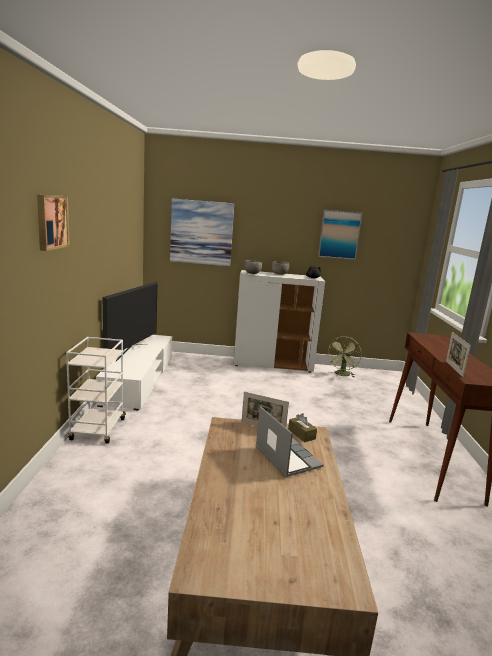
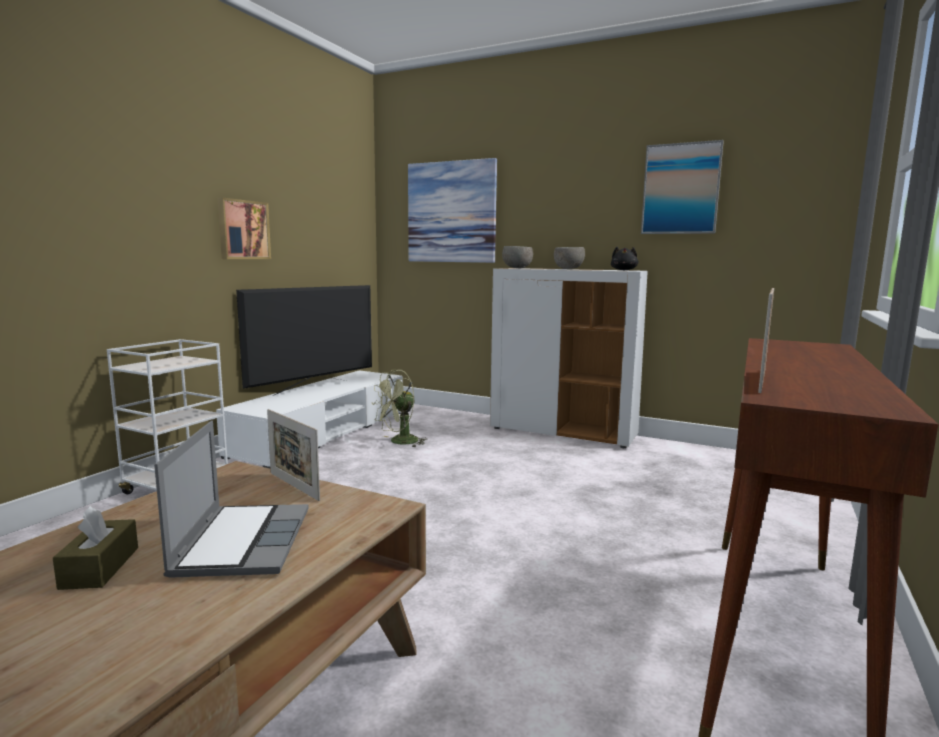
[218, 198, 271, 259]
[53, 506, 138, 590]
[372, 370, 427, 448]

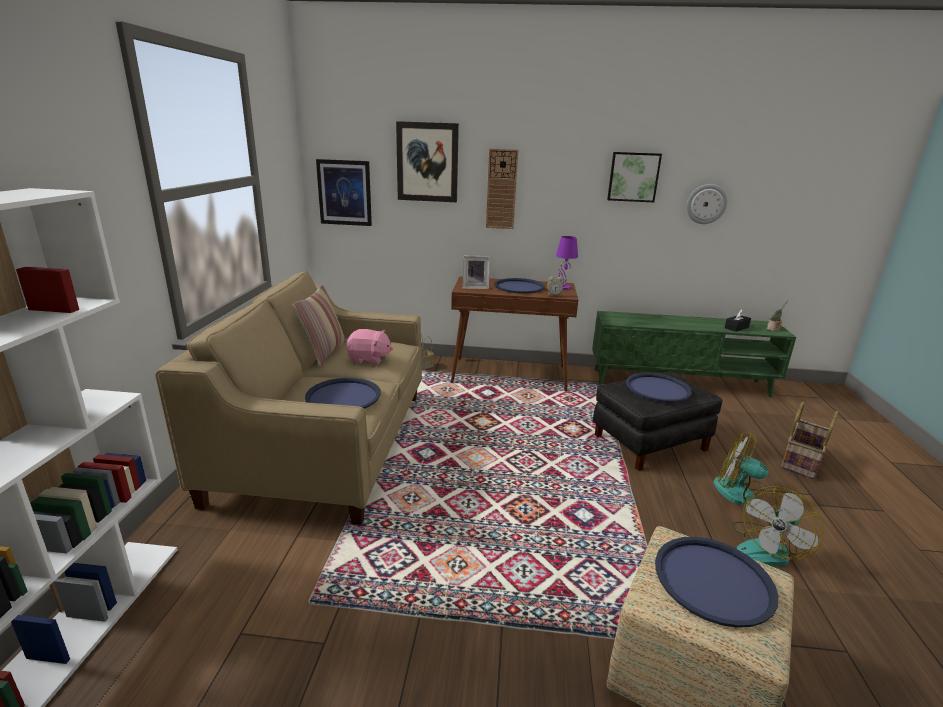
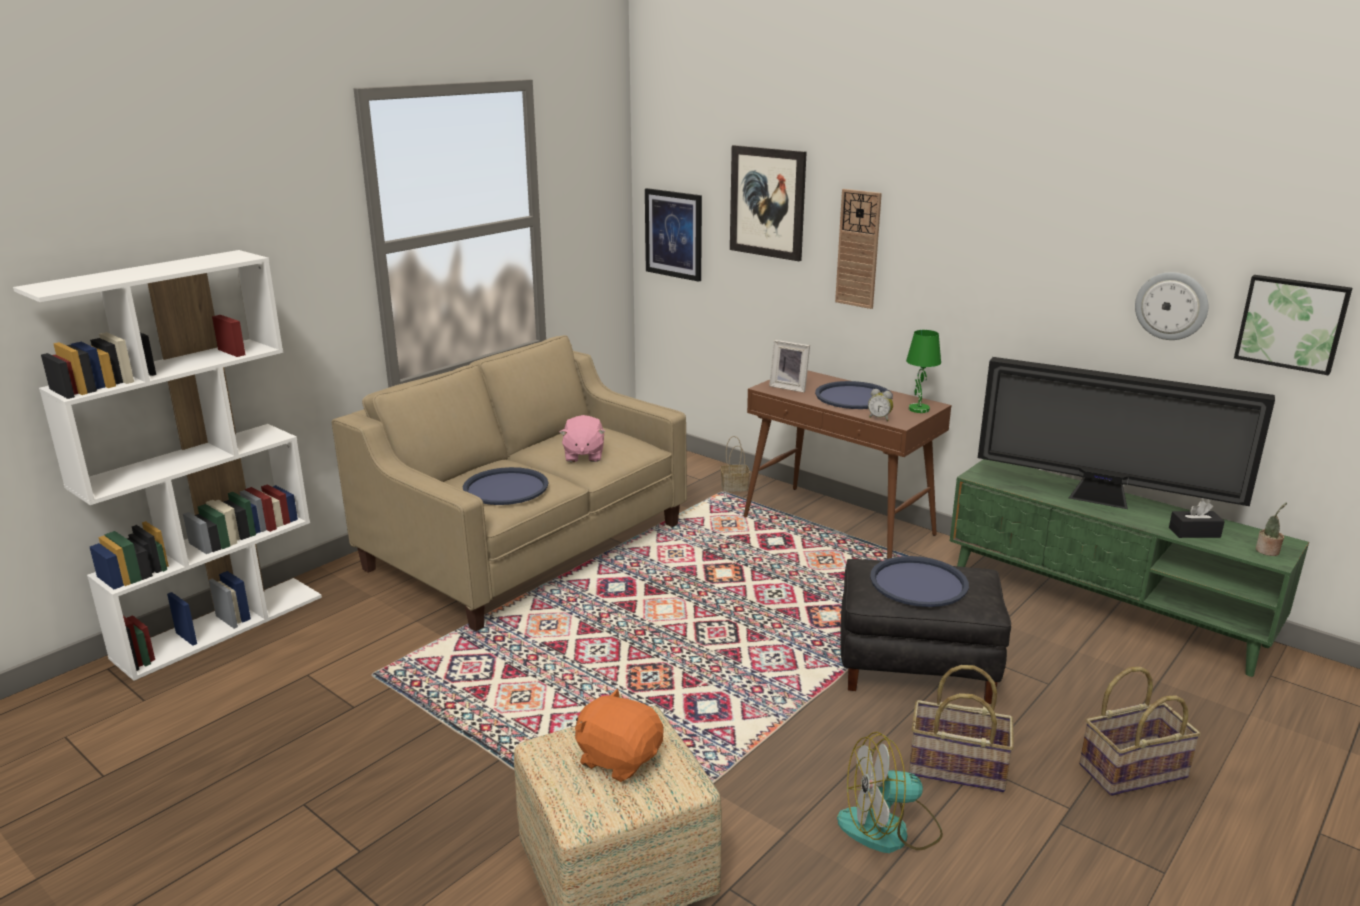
[292, 285, 346, 366] (first image)
[978, 357, 1275, 509]
[1234, 275, 1352, 375]
[575, 688, 664, 782]
[909, 665, 1014, 792]
[906, 330, 941, 413]
[559, 415, 605, 462]

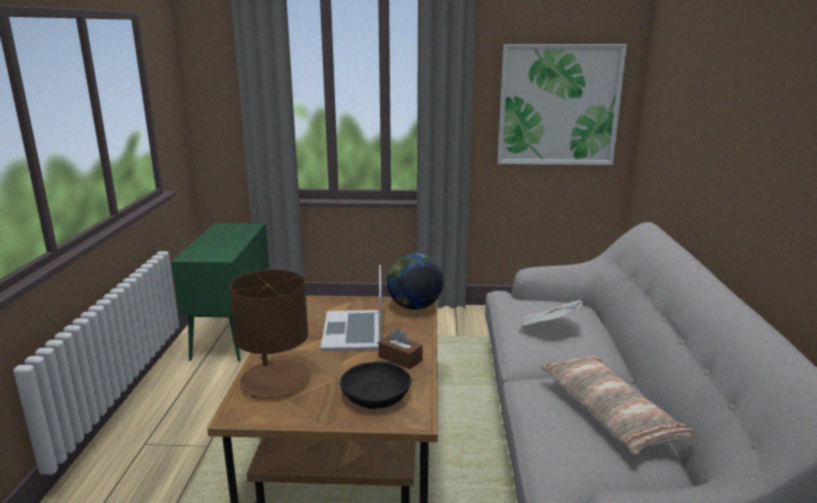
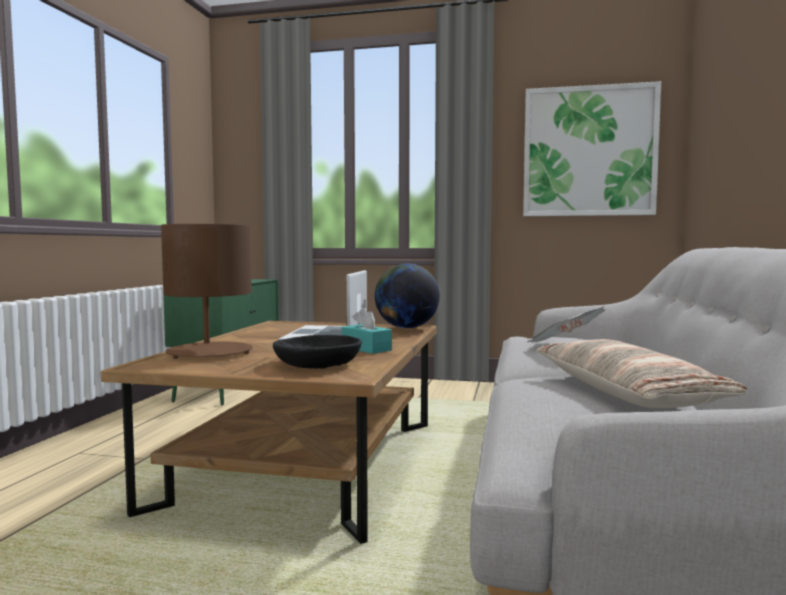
[341, 307, 392, 354]

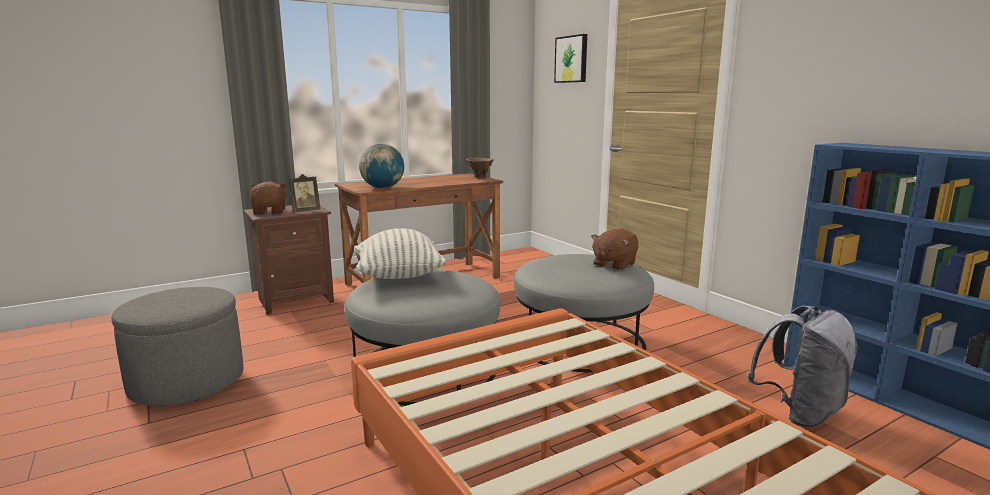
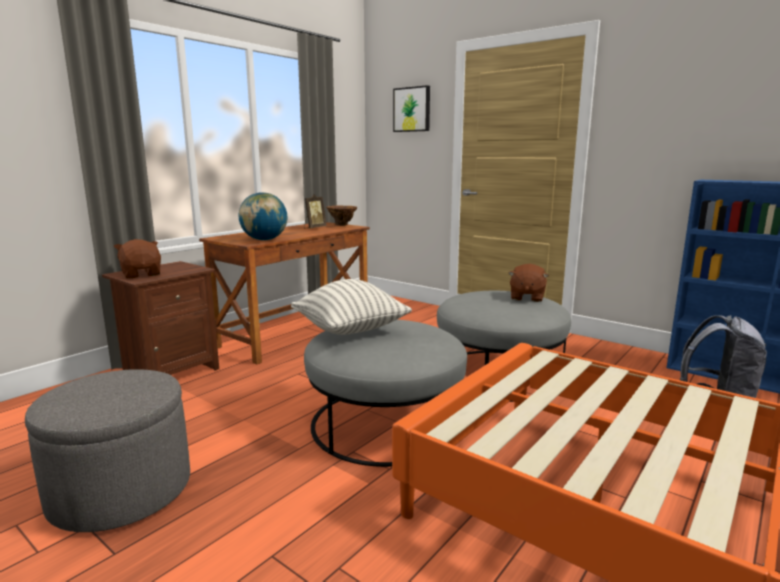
[304, 194, 327, 229]

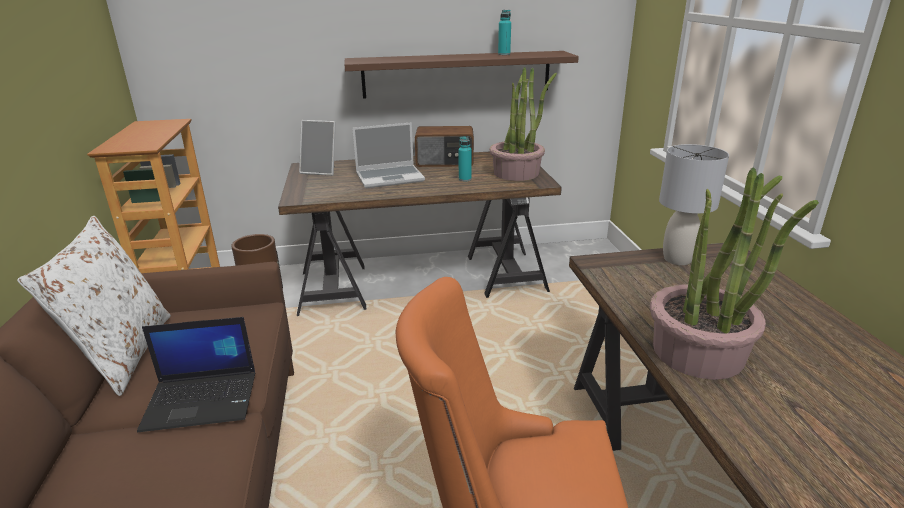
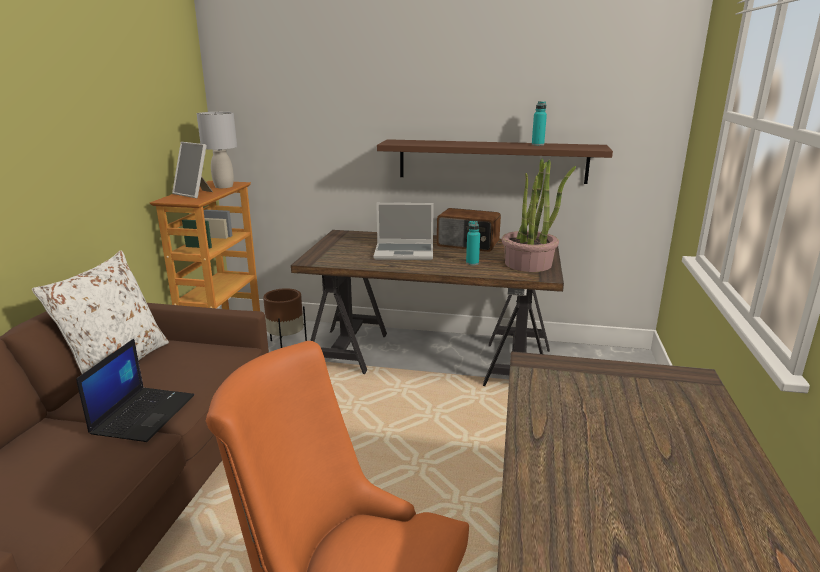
[650, 167, 819, 380] (first image)
[172, 142, 213, 198]
[197, 112, 237, 188]
[76, 339, 194, 442]

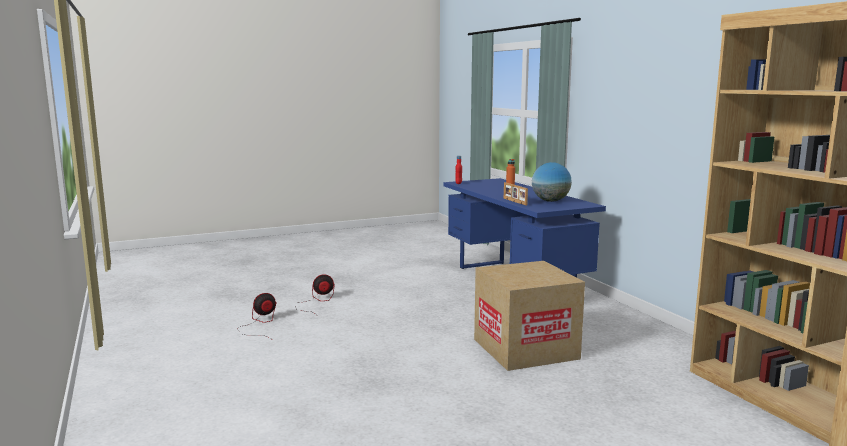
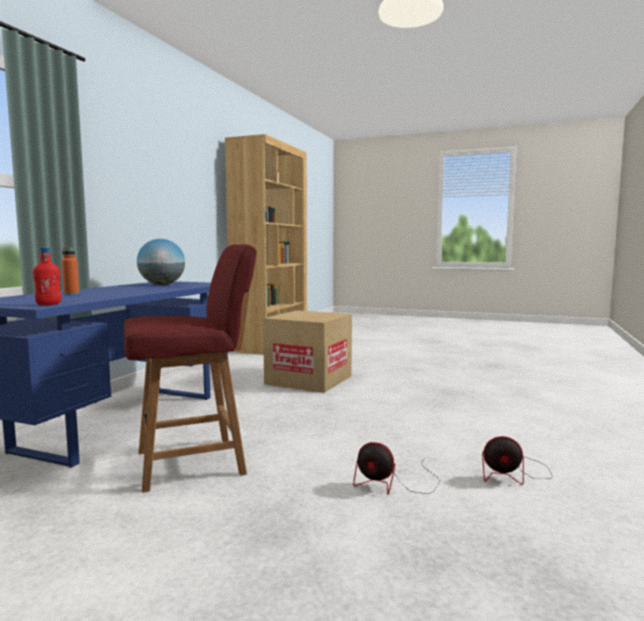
[504, 182, 528, 206] (first image)
[124, 244, 256, 492]

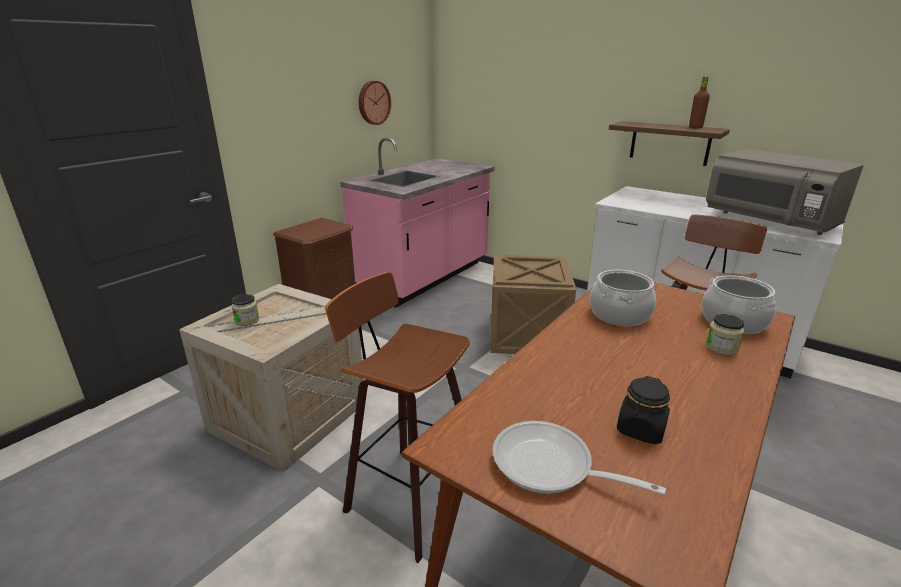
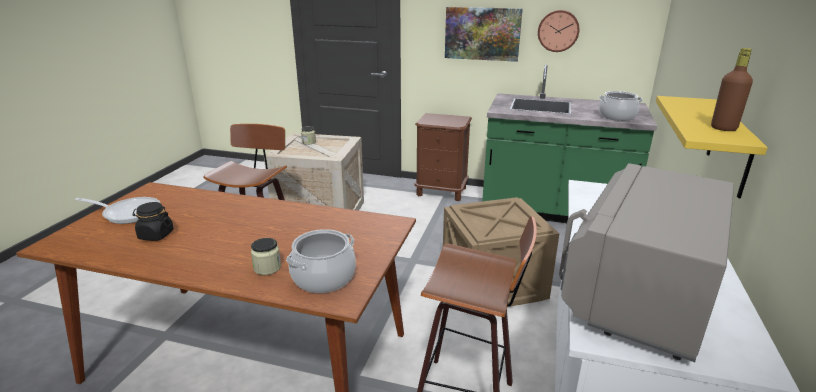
[445, 7, 523, 62]
[599, 91, 643, 121]
[482, 64, 657, 223]
[656, 96, 768, 199]
[75, 197, 160, 224]

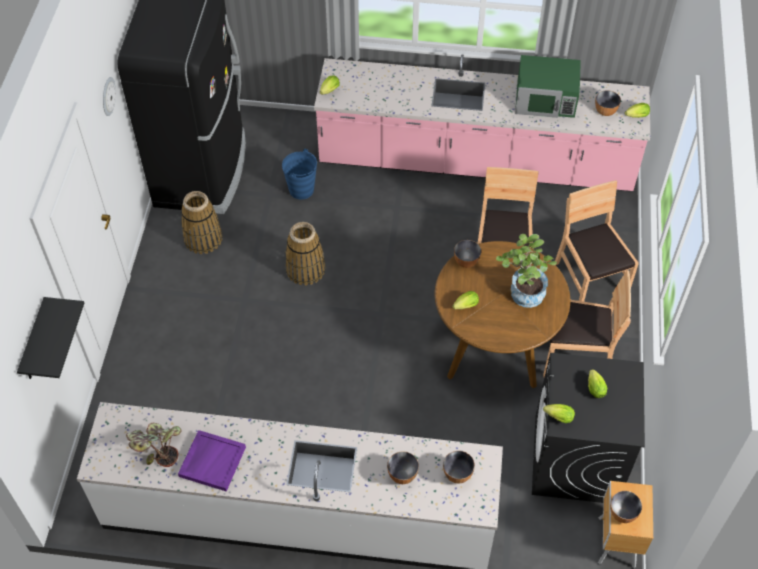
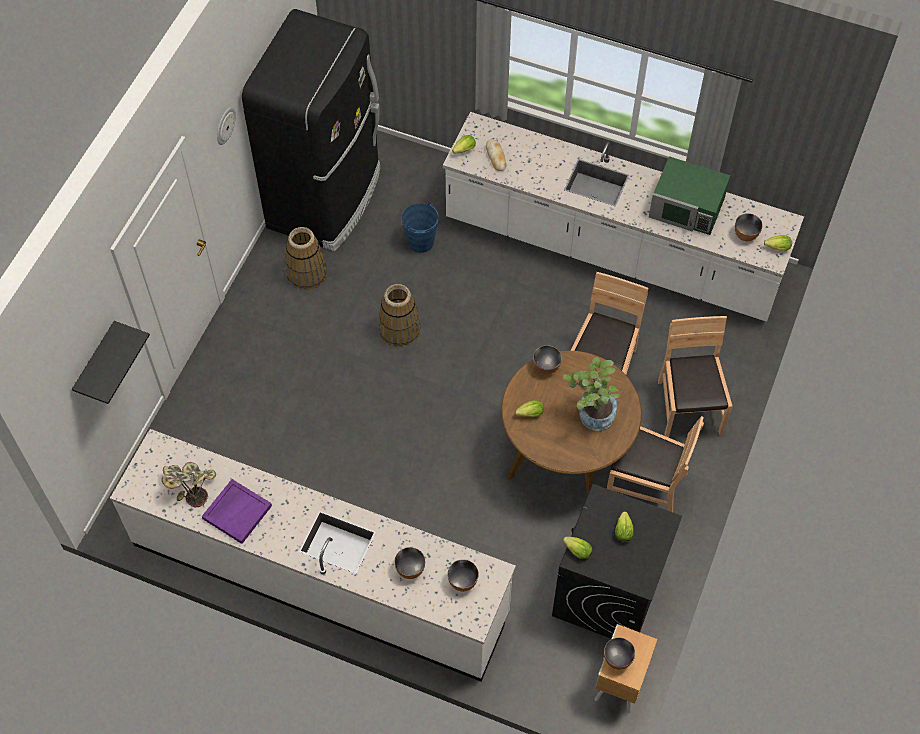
[486, 139, 506, 171]
[443, 112, 804, 322]

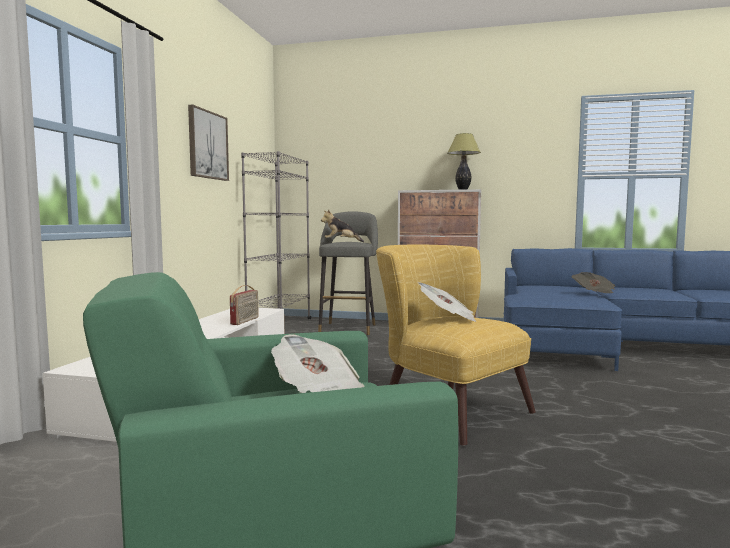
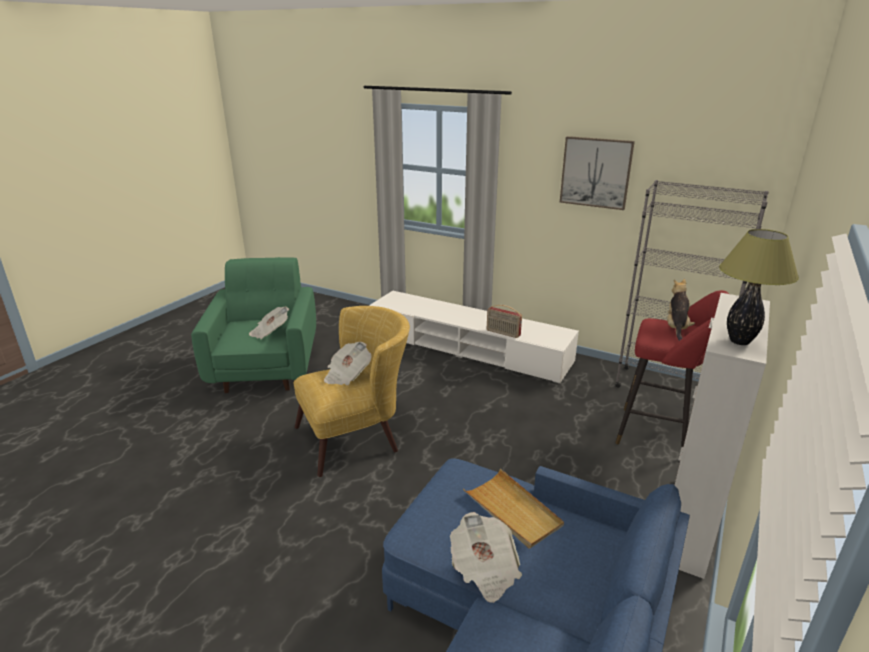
[463, 469, 564, 549]
[615, 290, 729, 447]

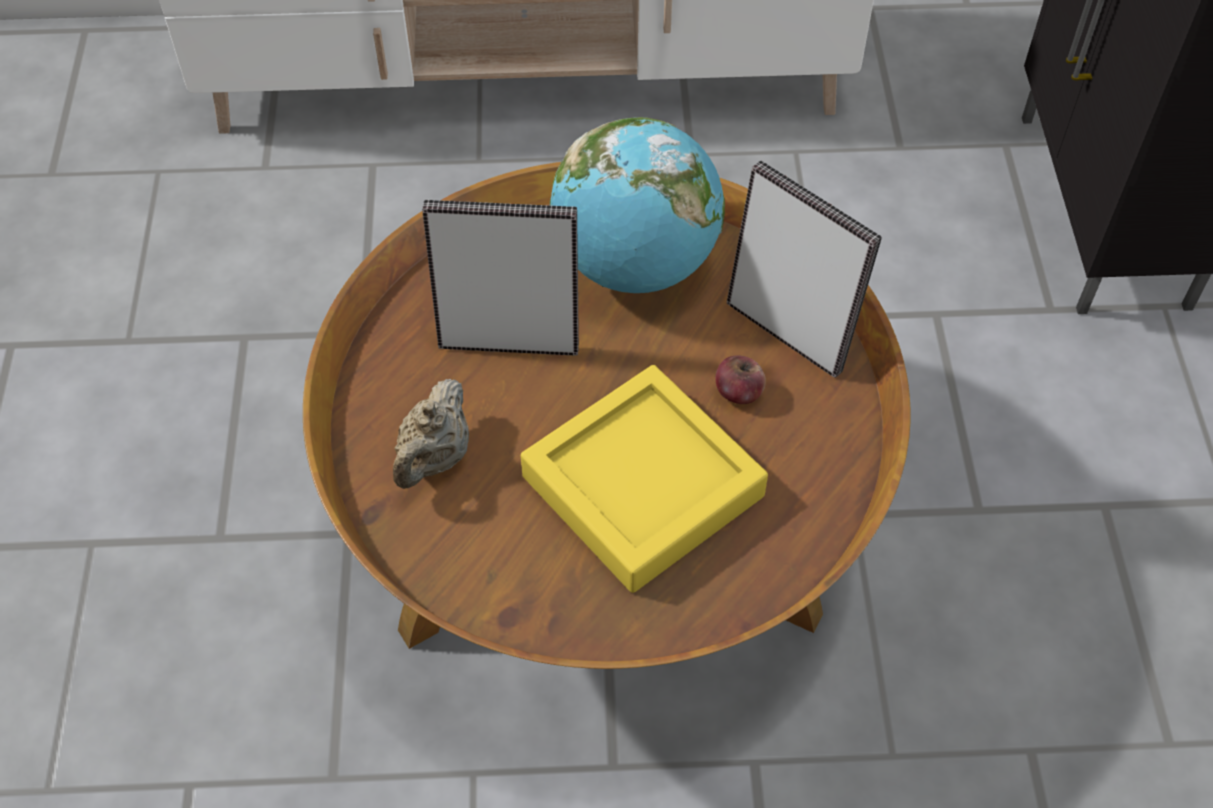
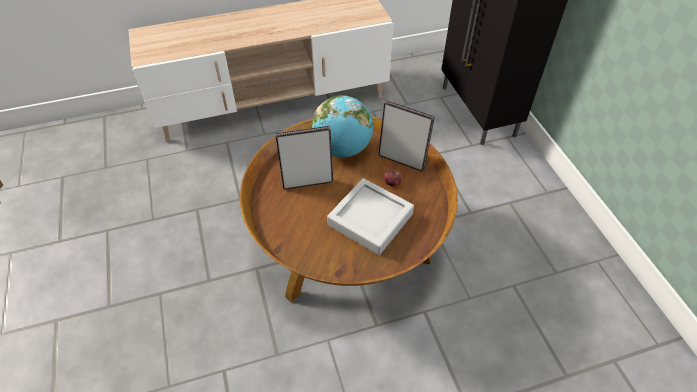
[393, 379, 469, 489] (first image)
[327, 178, 414, 255]

